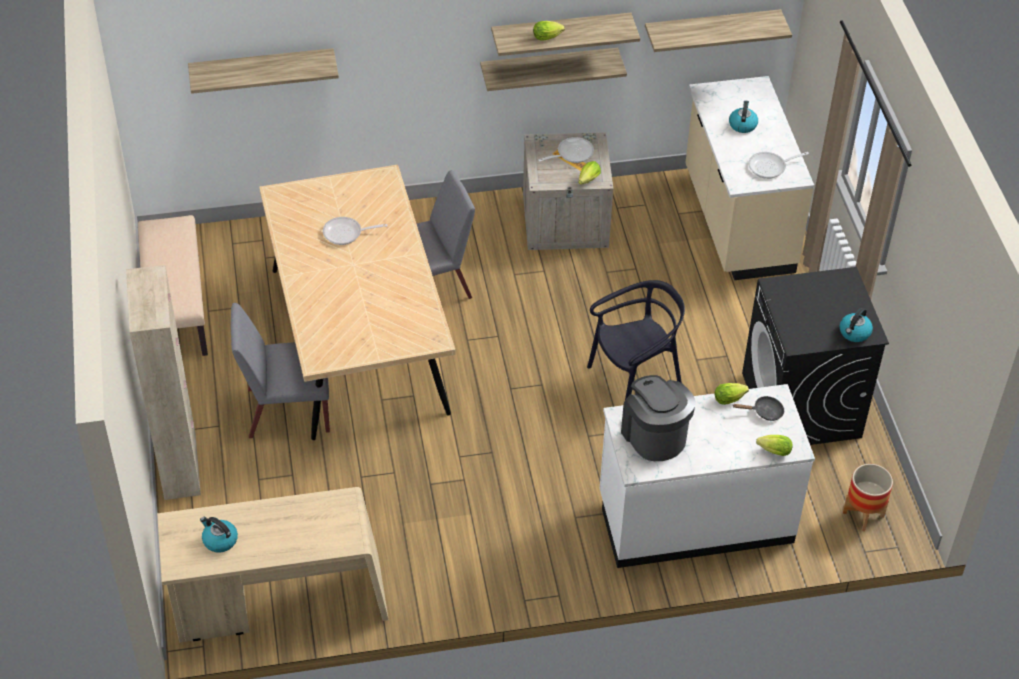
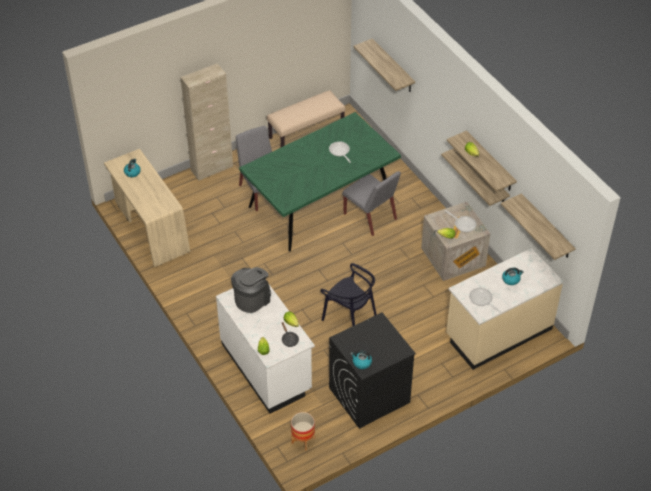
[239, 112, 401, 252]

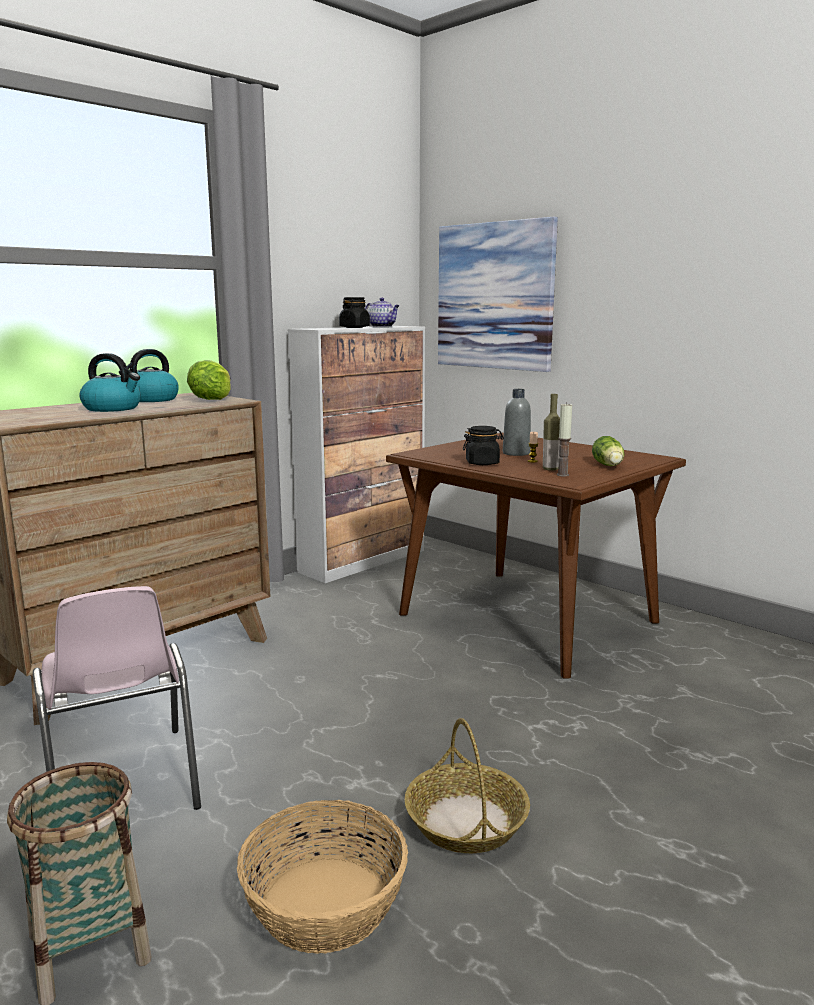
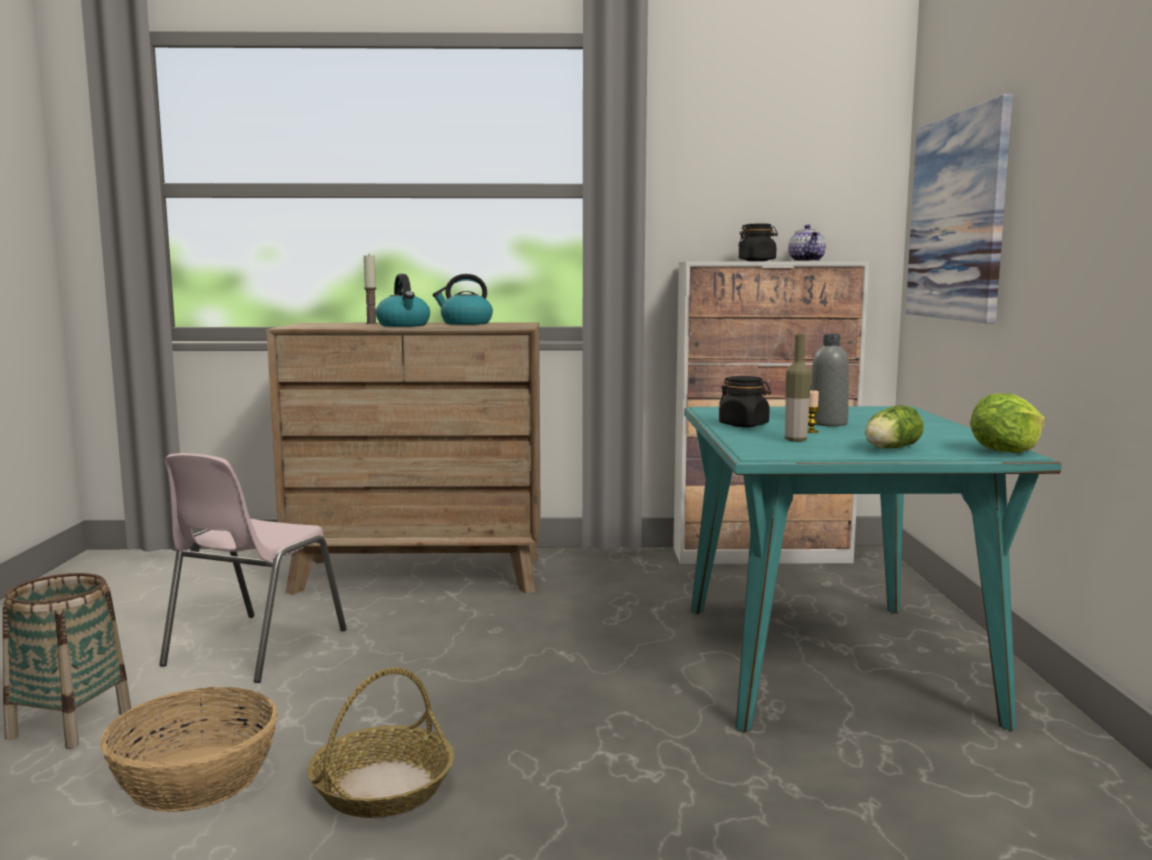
[970, 394, 1045, 453]
[364, 256, 378, 324]
[684, 406, 1061, 733]

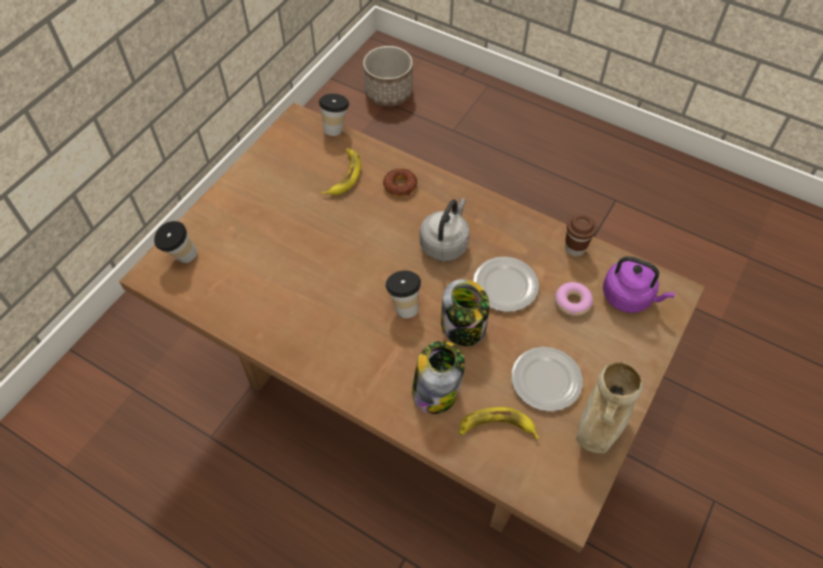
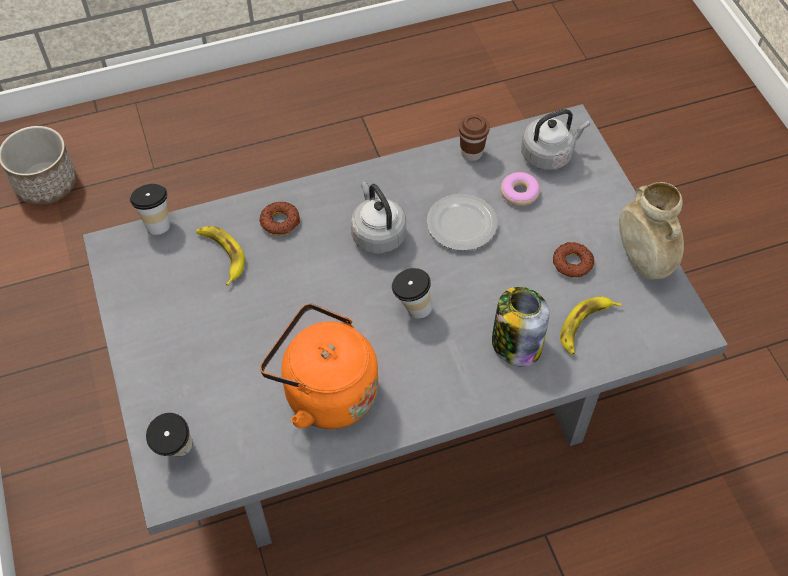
[441, 279, 489, 346] (first image)
[260, 303, 378, 429]
[553, 242, 594, 278]
[83, 104, 728, 548]
[521, 109, 590, 170]

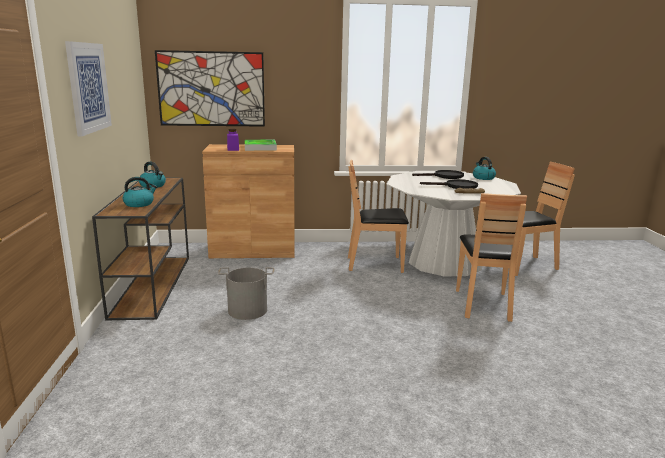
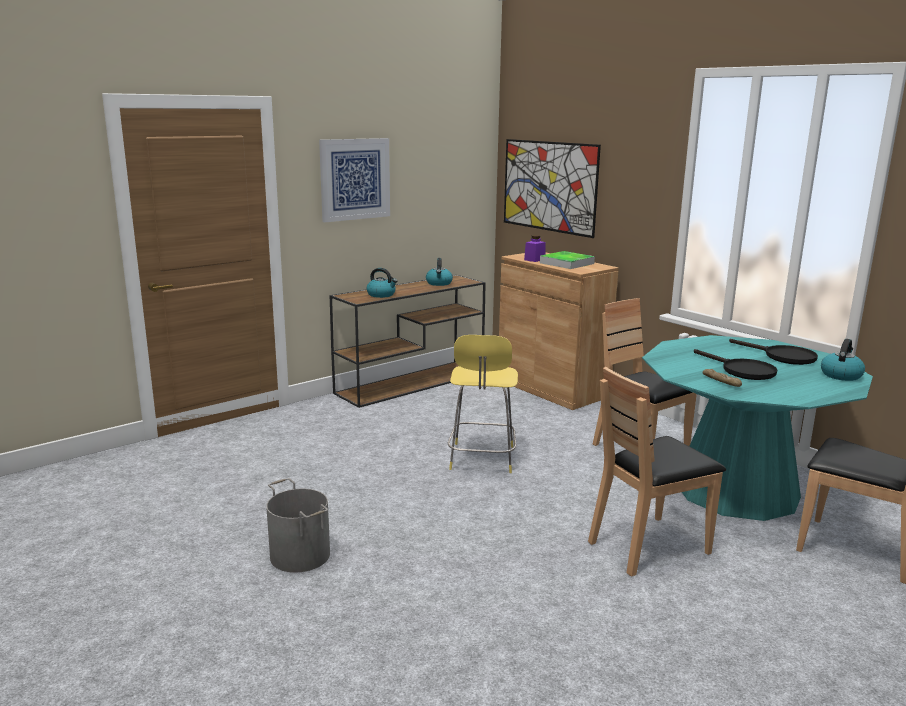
[448, 335, 518, 473]
[266, 478, 330, 573]
[642, 335, 873, 521]

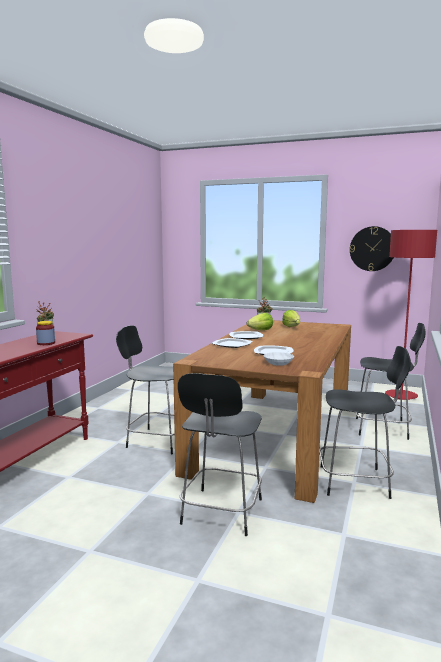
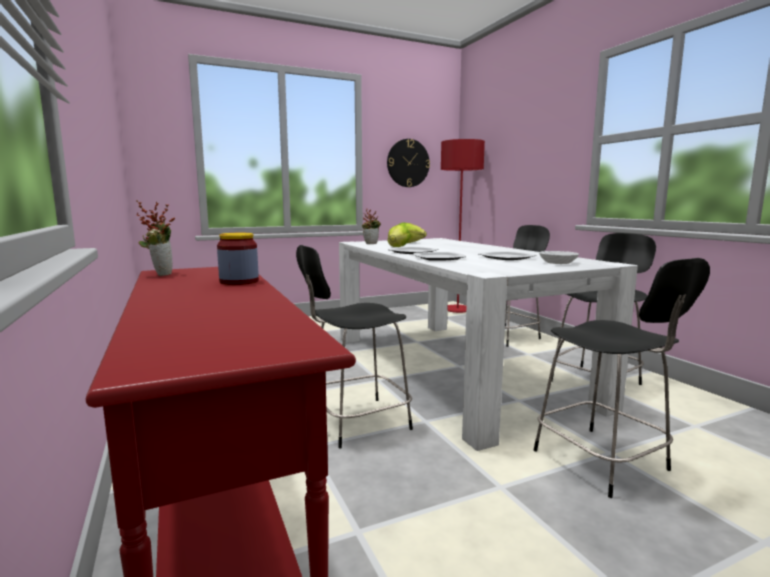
[339, 238, 638, 451]

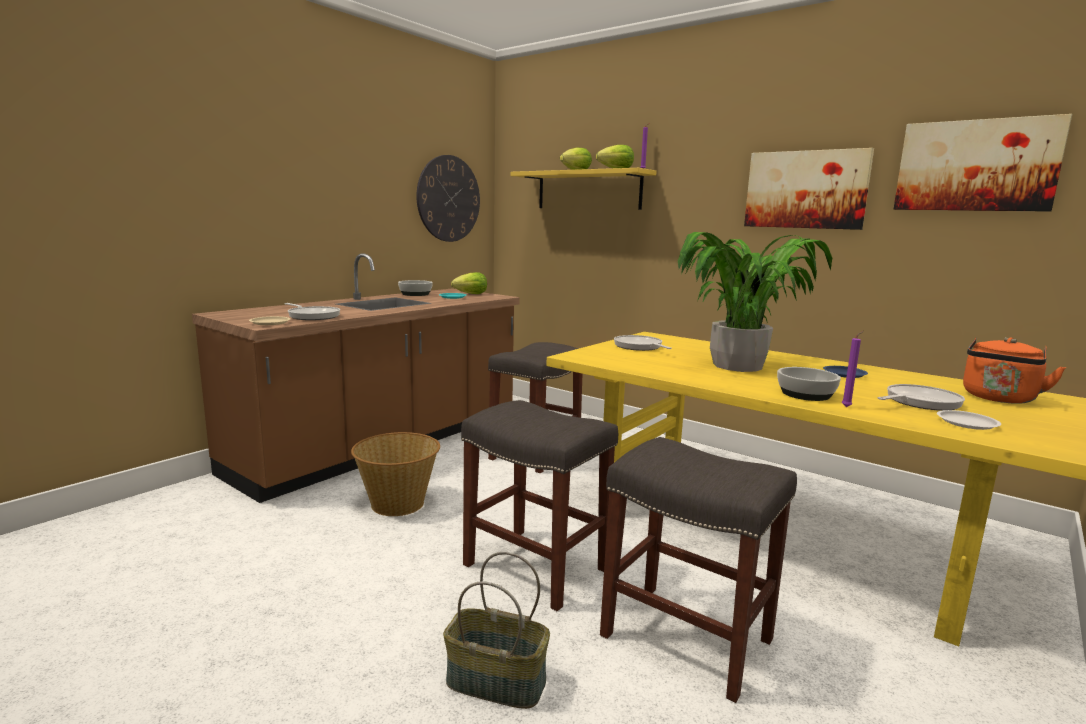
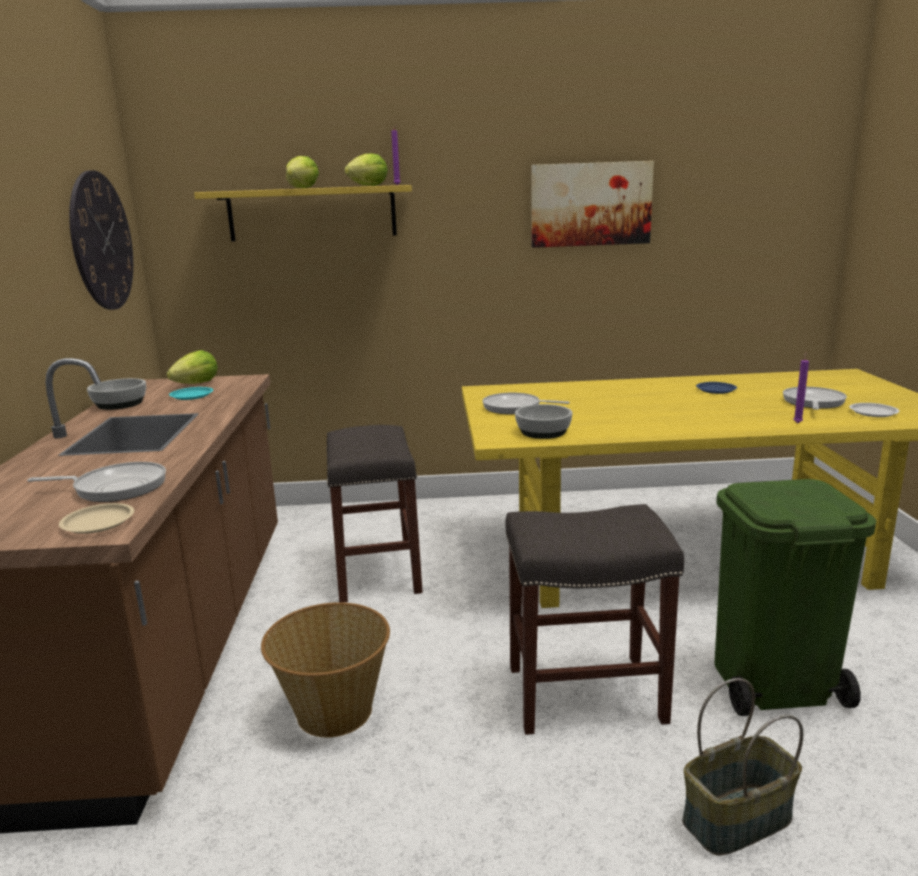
[678, 232, 832, 372] (first image)
[894, 114, 1072, 212] (first image)
[963, 337, 1066, 404] (first image)
[515, 404, 572, 439]
[714, 479, 876, 716]

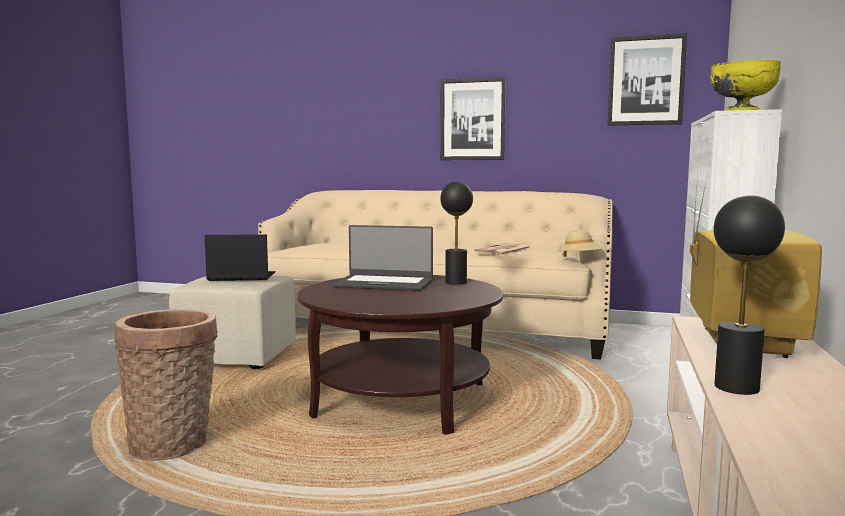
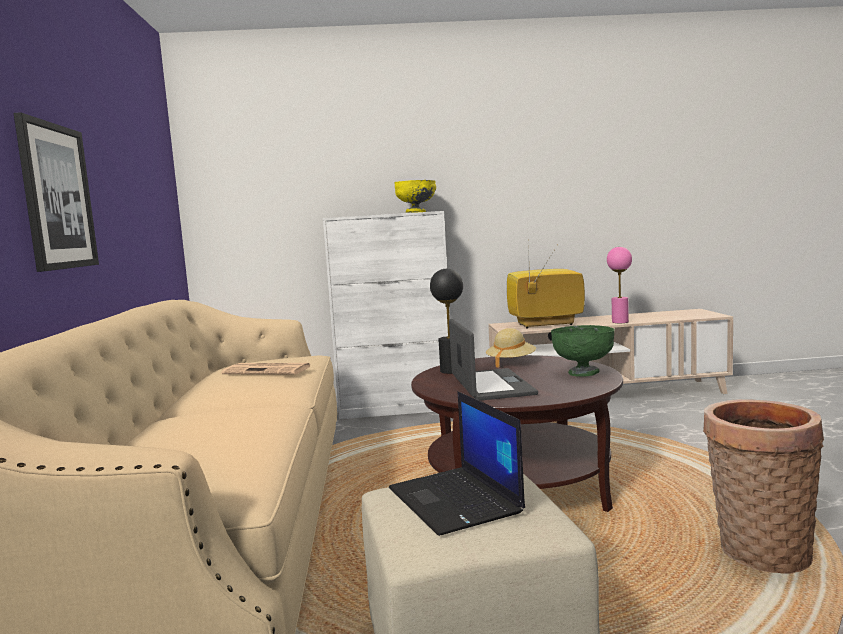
[608, 33, 687, 126] (first image)
[551, 325, 615, 377]
[486, 328, 536, 368]
[607, 247, 632, 323]

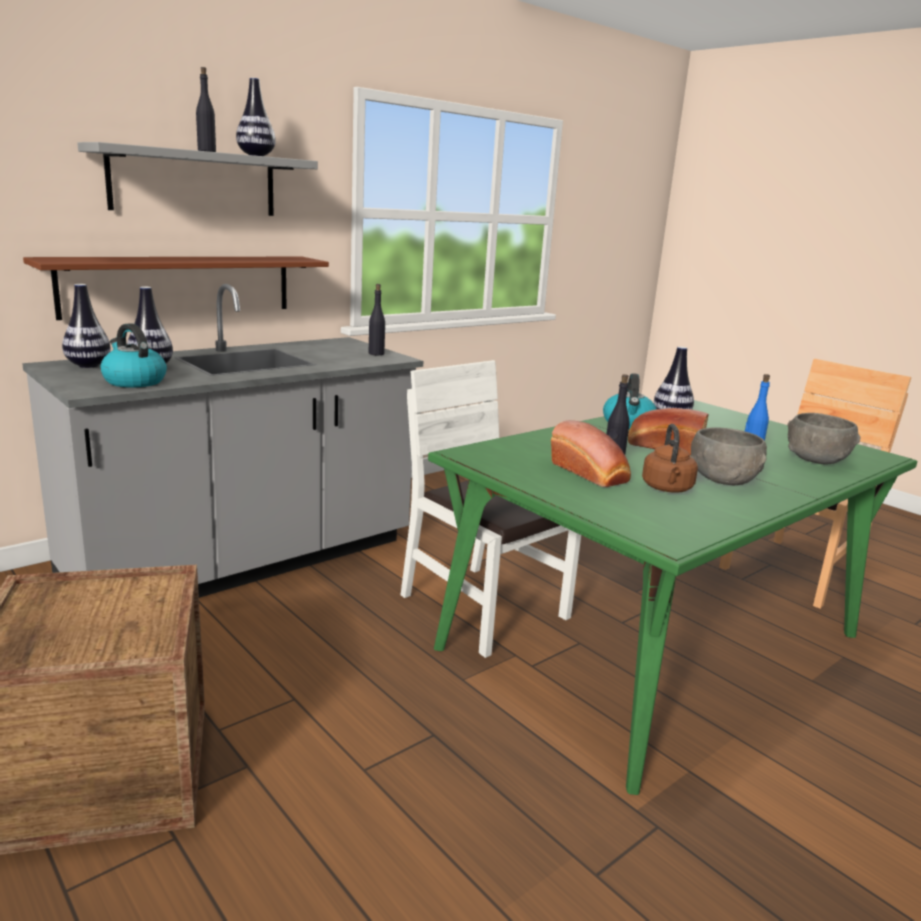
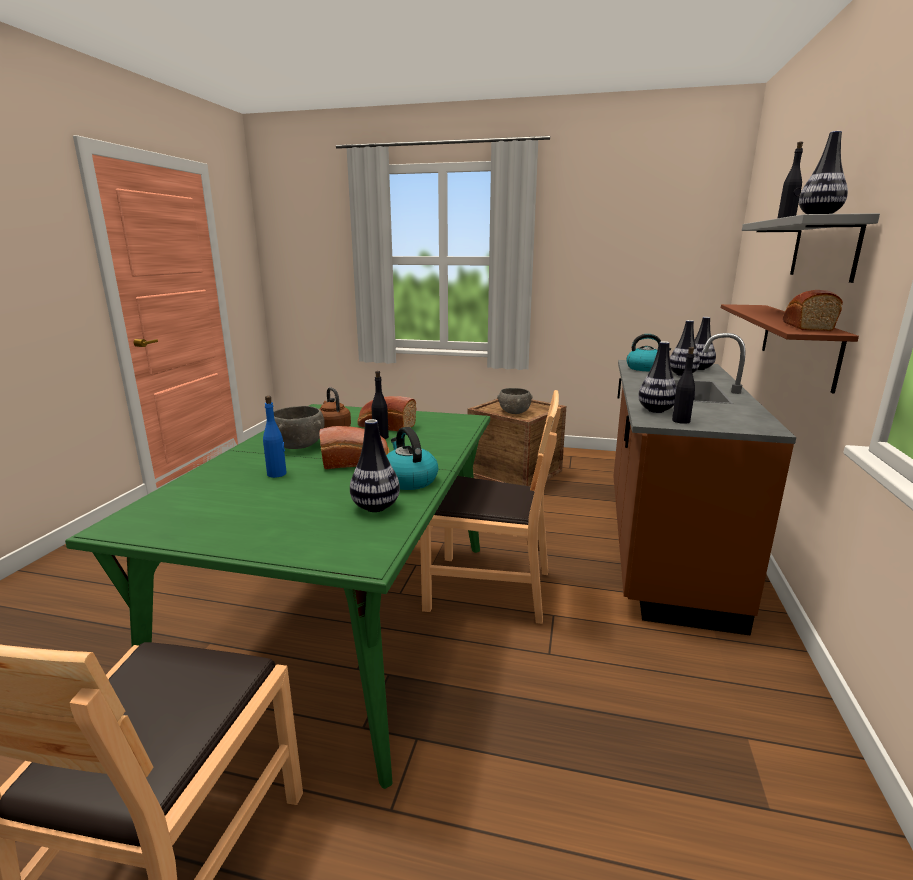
[638, 341, 677, 413]
[783, 290, 843, 331]
[497, 388, 533, 414]
[613, 333, 796, 636]
[420, 390, 561, 624]

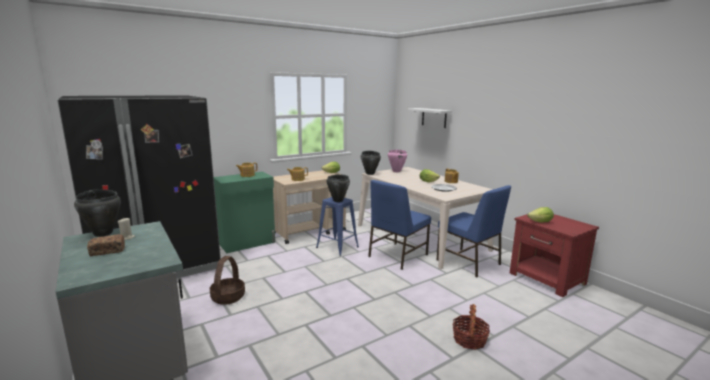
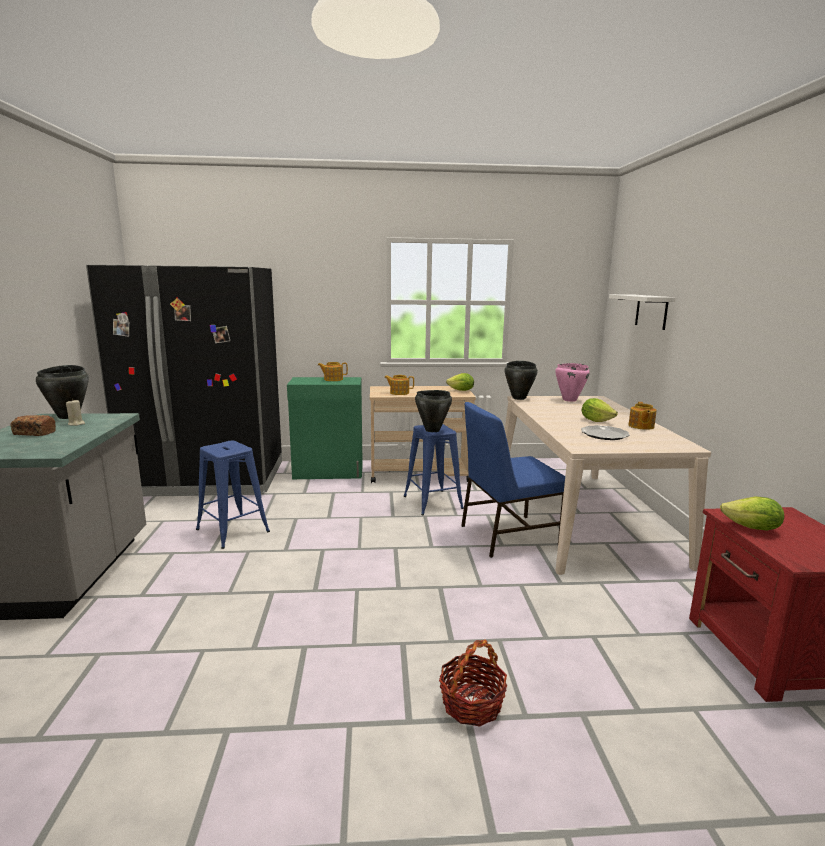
[437, 185, 511, 277] (first image)
[196, 441, 270, 549]

